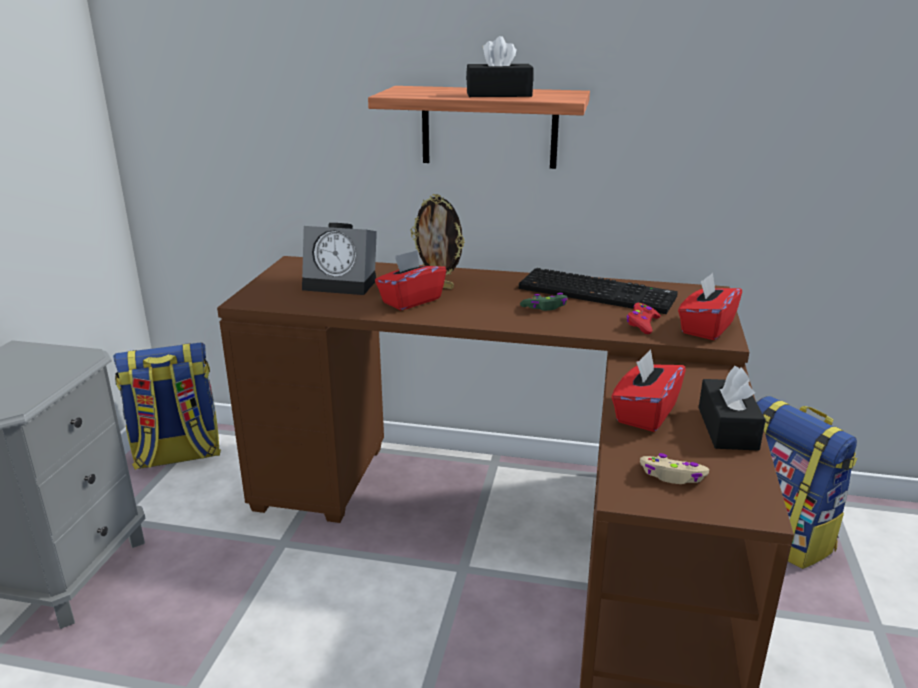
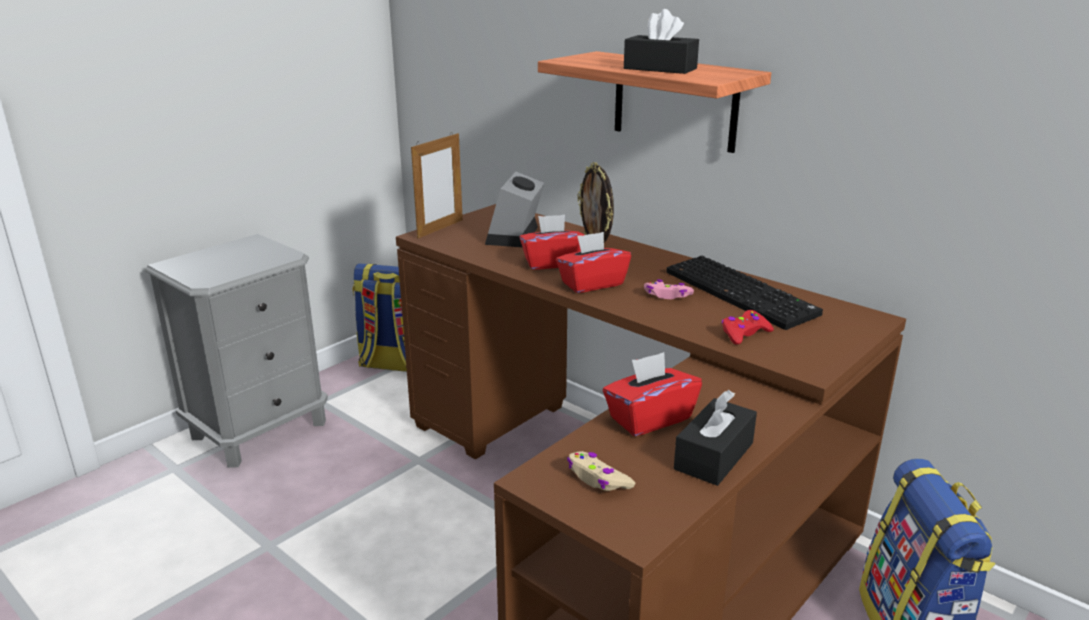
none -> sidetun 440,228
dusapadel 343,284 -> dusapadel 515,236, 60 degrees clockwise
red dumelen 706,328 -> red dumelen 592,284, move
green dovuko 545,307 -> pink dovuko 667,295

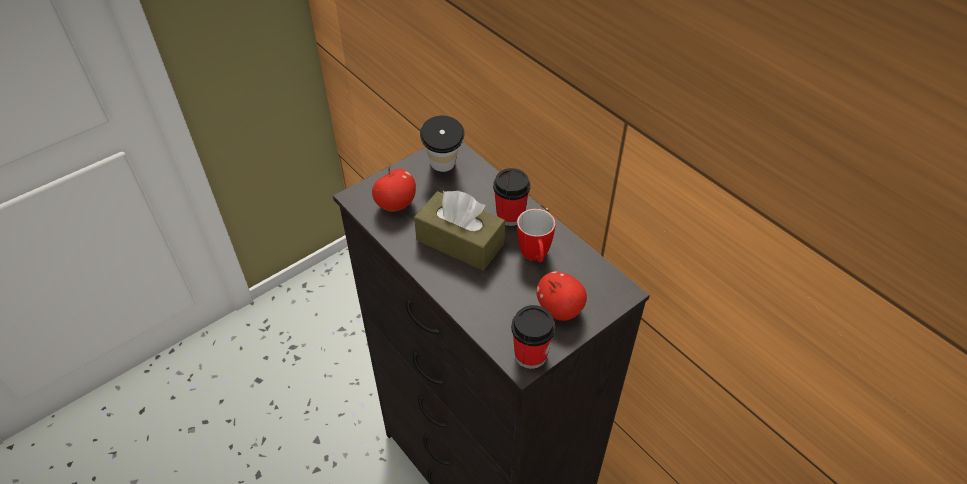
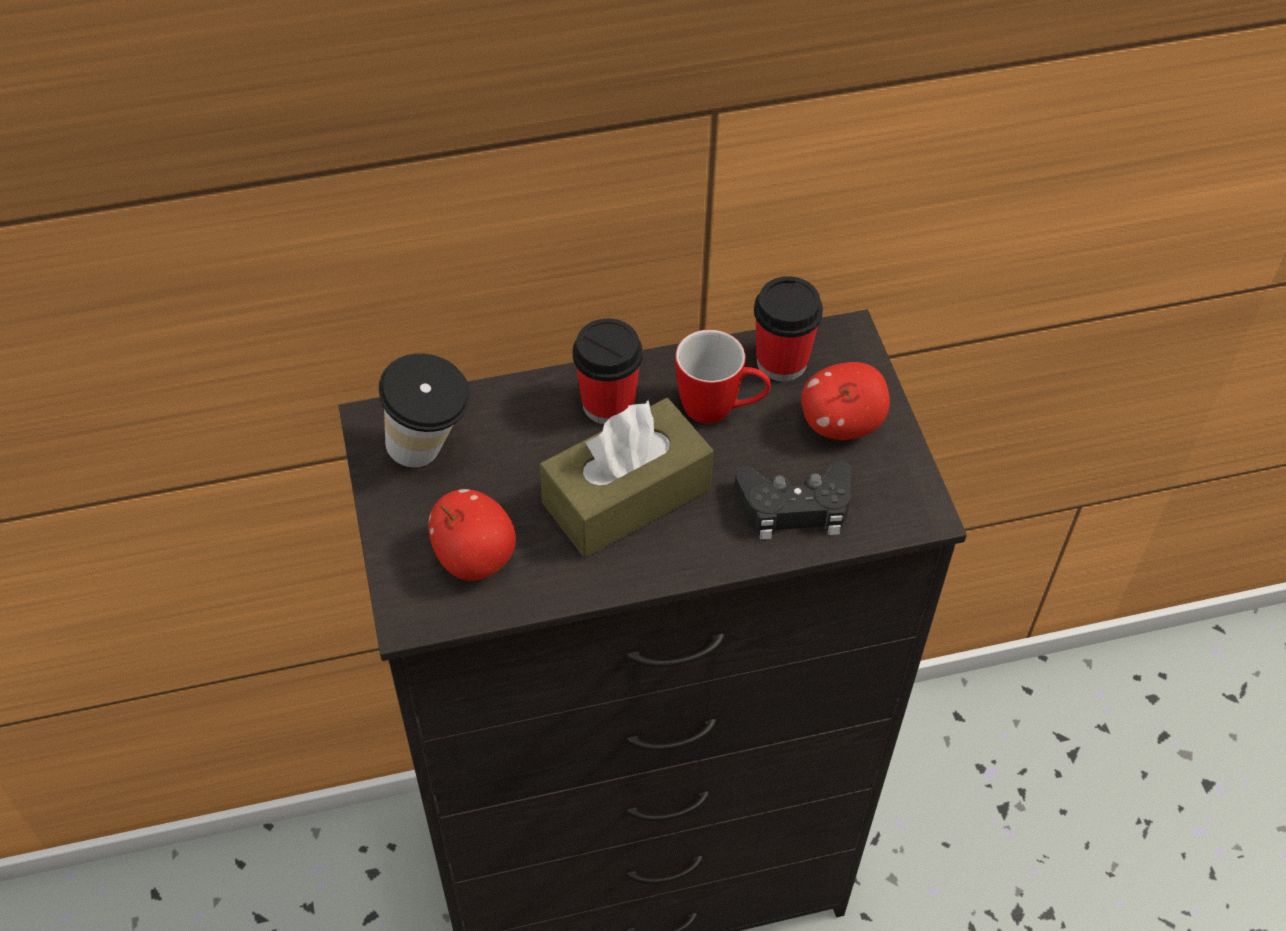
none -> black dovuko 795,507
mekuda 530,355 -> mekuda 781,361, move

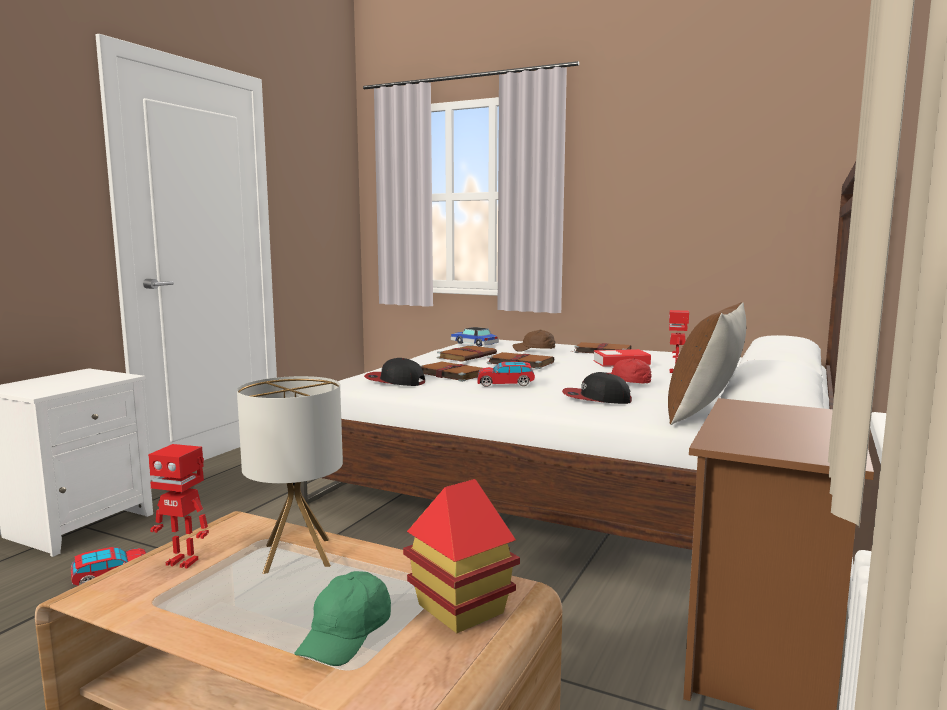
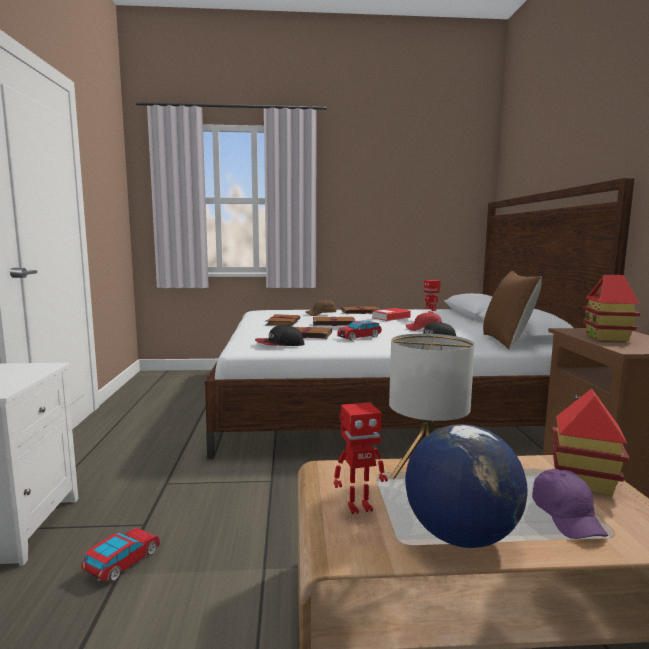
none -> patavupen 460,536
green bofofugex 346,635 -> purple bofofugex 567,517
none -> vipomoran 607,337
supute 474,343 -> none

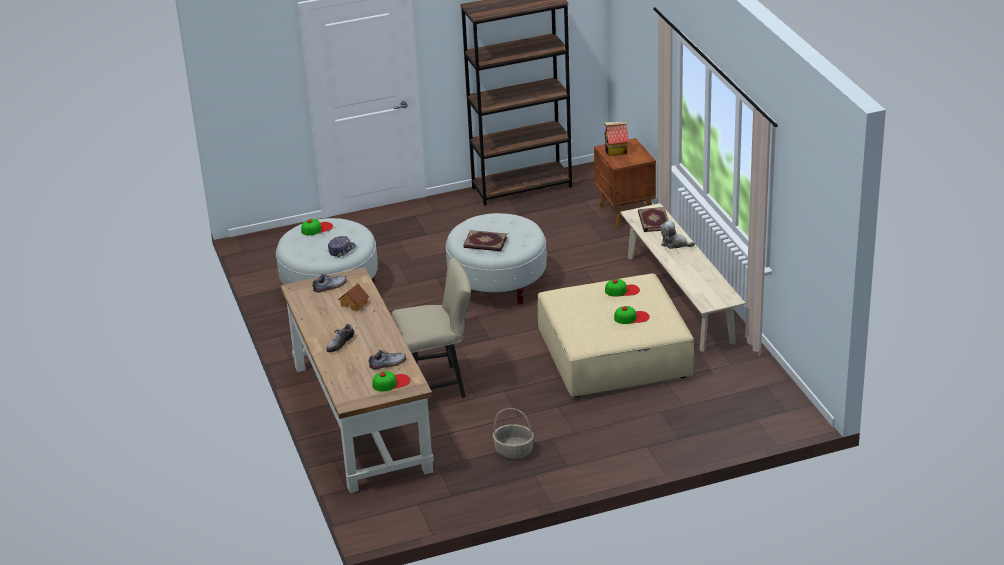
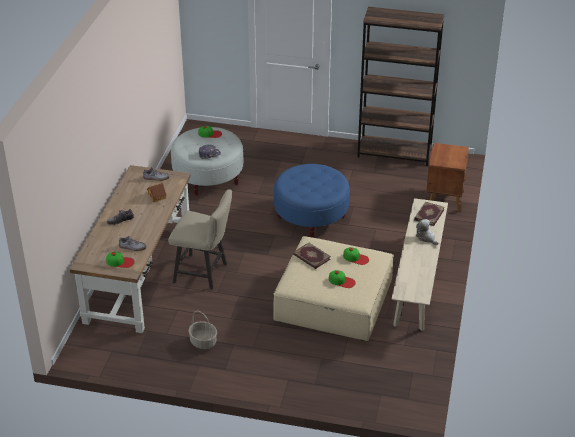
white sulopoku 498,283 -> blue sulopoku 311,217
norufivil 485,243 -> norufivil 311,257, move
vipomoran 616,151 -> none

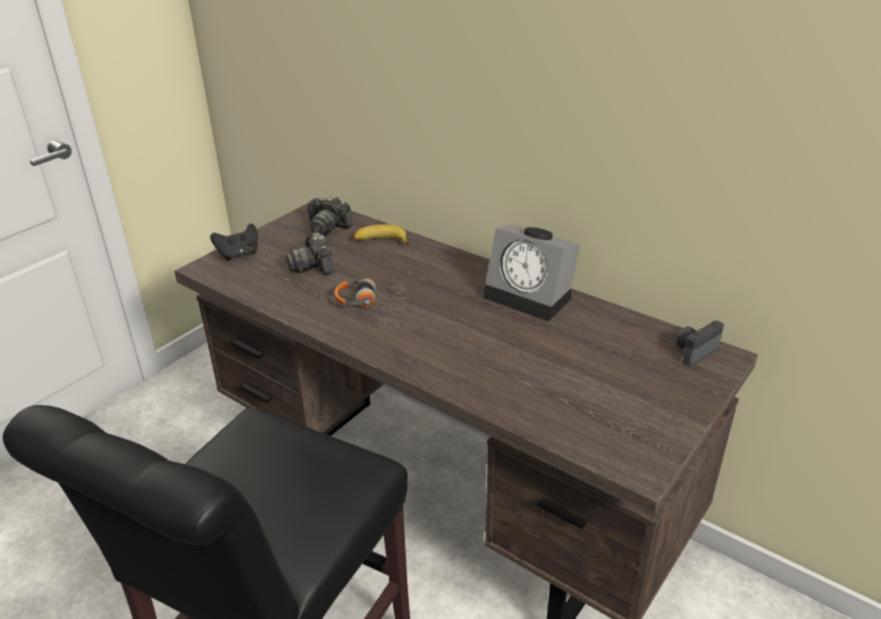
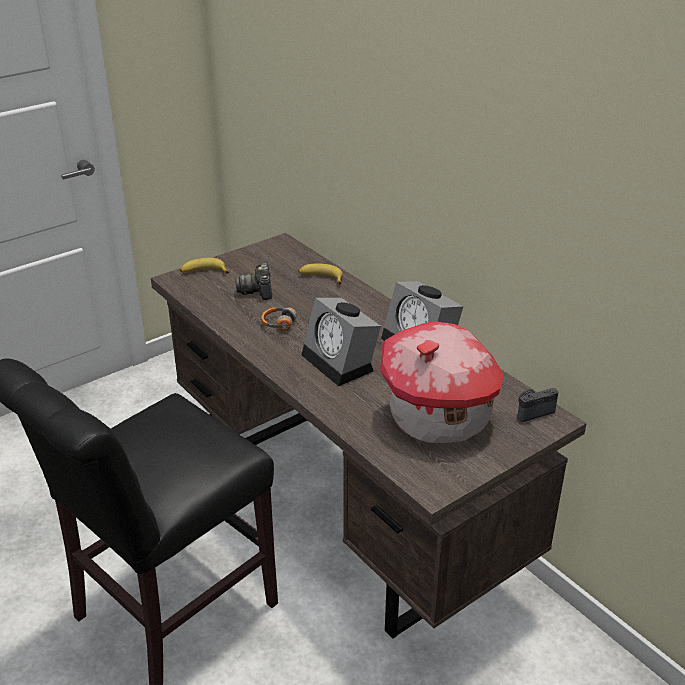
black dovuko 239,254 -> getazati 204,272
none -> dusapadel 341,363
none -> vipomoran 439,418
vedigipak 327,227 -> none

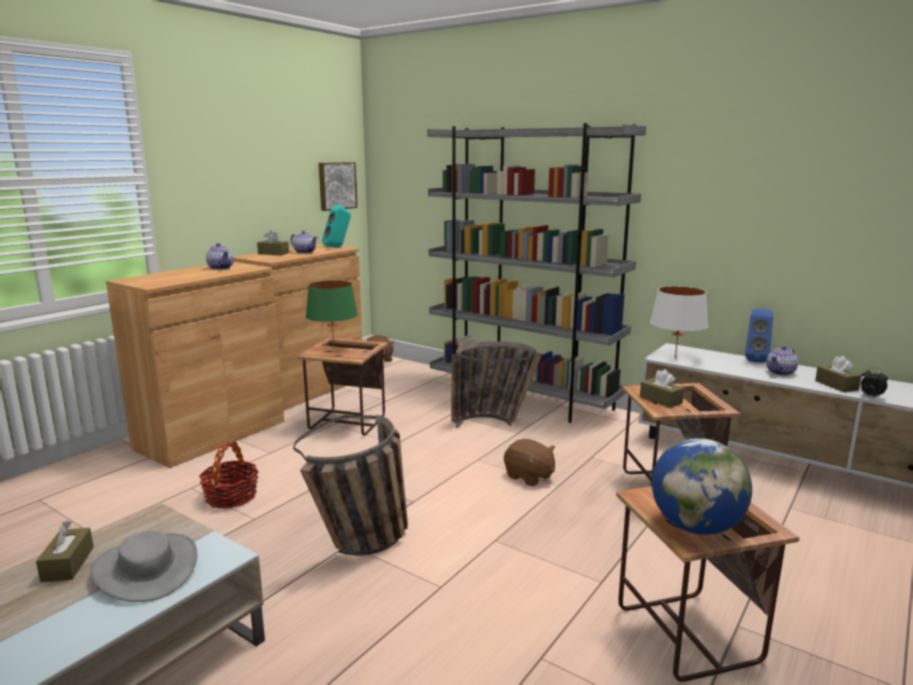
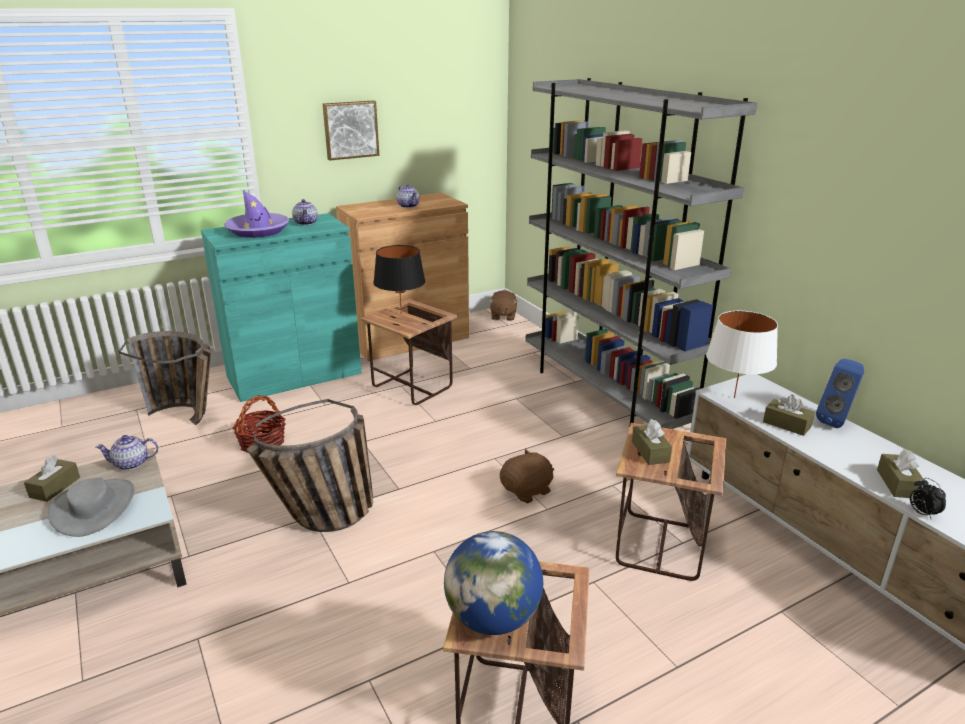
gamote 781,372 -> gamote 131,464, move
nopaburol 494,423 -> nopaburol 189,418, move
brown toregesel 211,435 -> turquoise toregesel 294,375
none -> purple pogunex 258,231
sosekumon 336,186 -> sosekumon 350,129, move
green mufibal 333,348 -> black mufibal 401,313
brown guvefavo 529,477 -> brown guvefavo 527,491, 105 degrees counterclockwise
brown dumelen 273,253 -> brown dumelen 786,424, move
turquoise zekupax 338,247 -> none

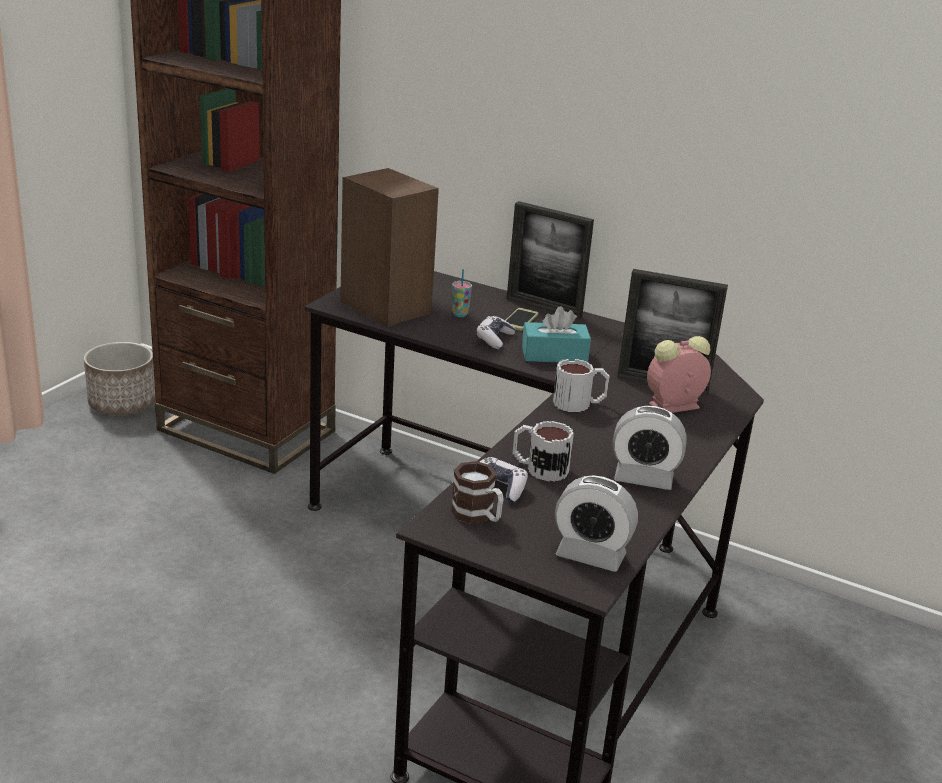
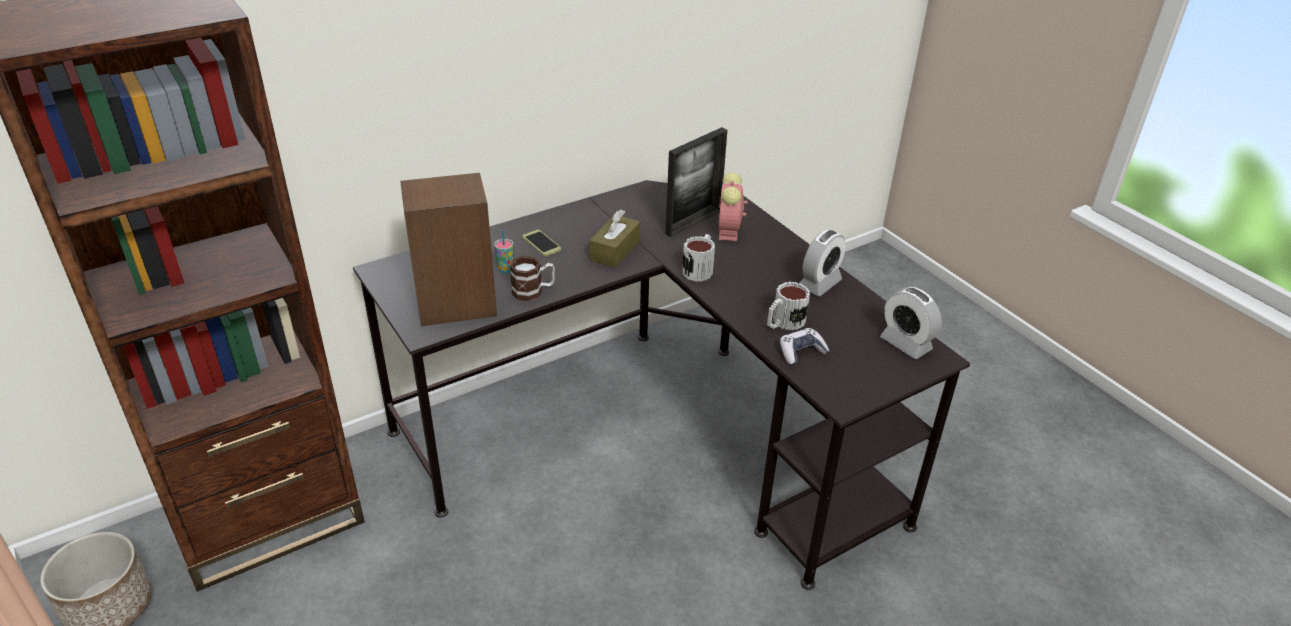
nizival 478,516 -> nizival 533,291, move
turquoise dumelen 554,355 -> brown dumelen 615,250
dusapadel 590,555 -> dusapadel 905,344, 90 degrees clockwise
dovuko 494,339 -> none
sidetun 544,307 -> none

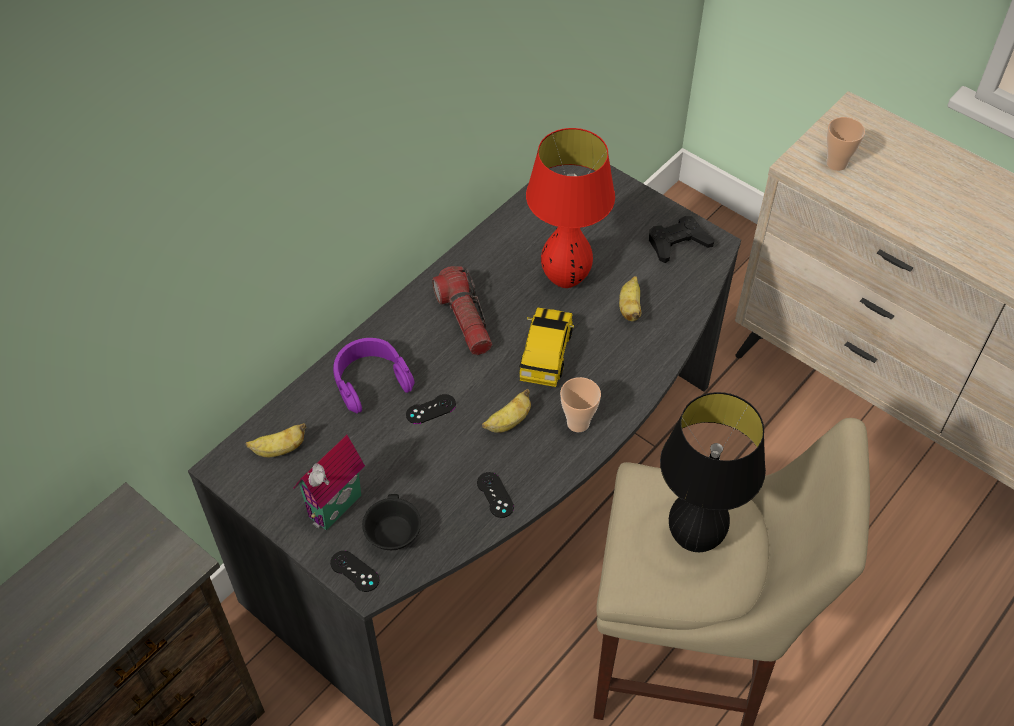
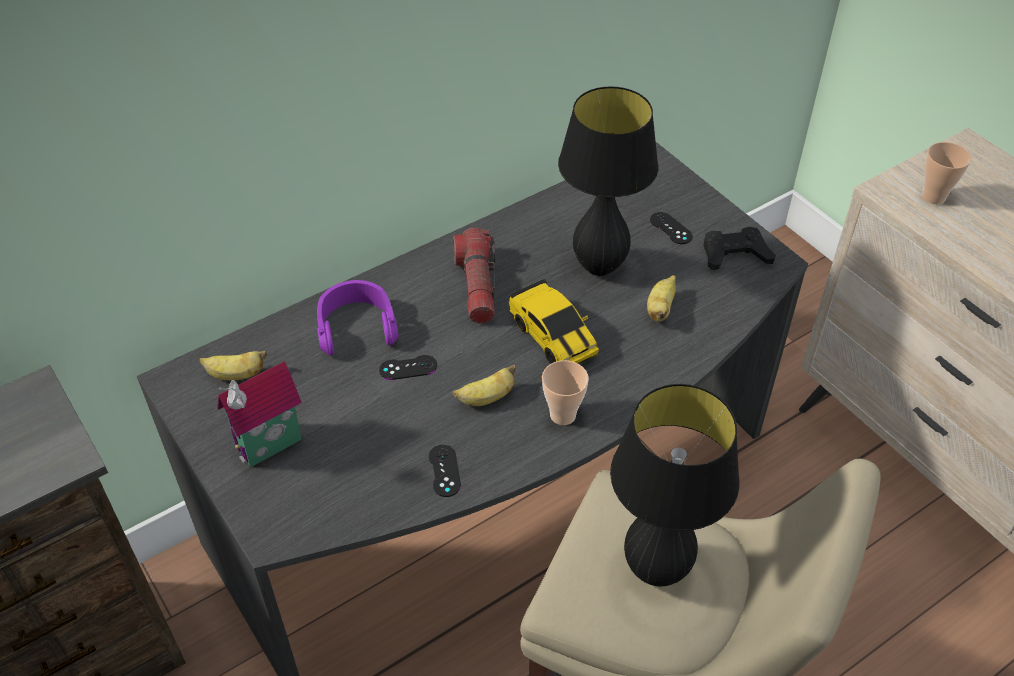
supute 546,353 -> supute 552,336, 120 degrees clockwise
red mufibal 565,279 -> black mufibal 599,267
black dovuko 354,571 -> black dovuko 671,228, move
black mekuda 391,533 -> none

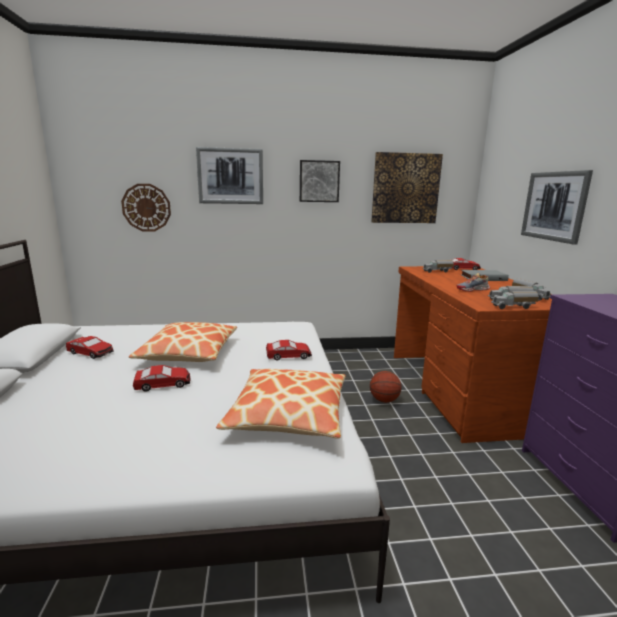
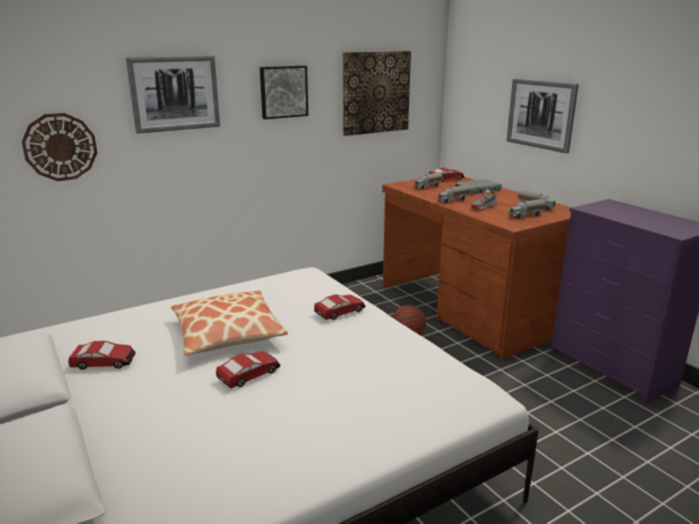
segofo 513,307 -> segofo 453,200, move
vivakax 288,414 -> none

